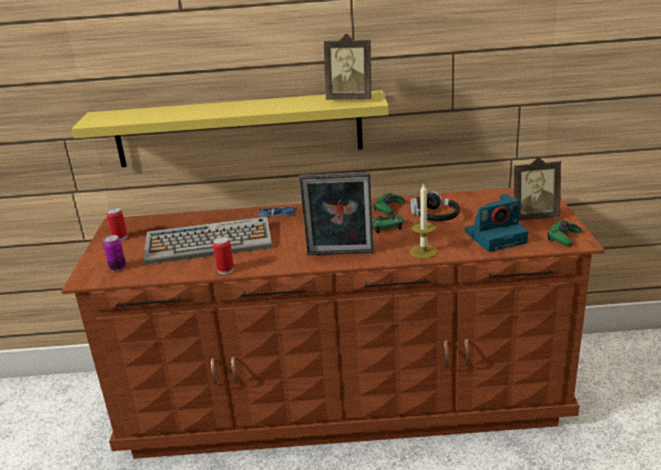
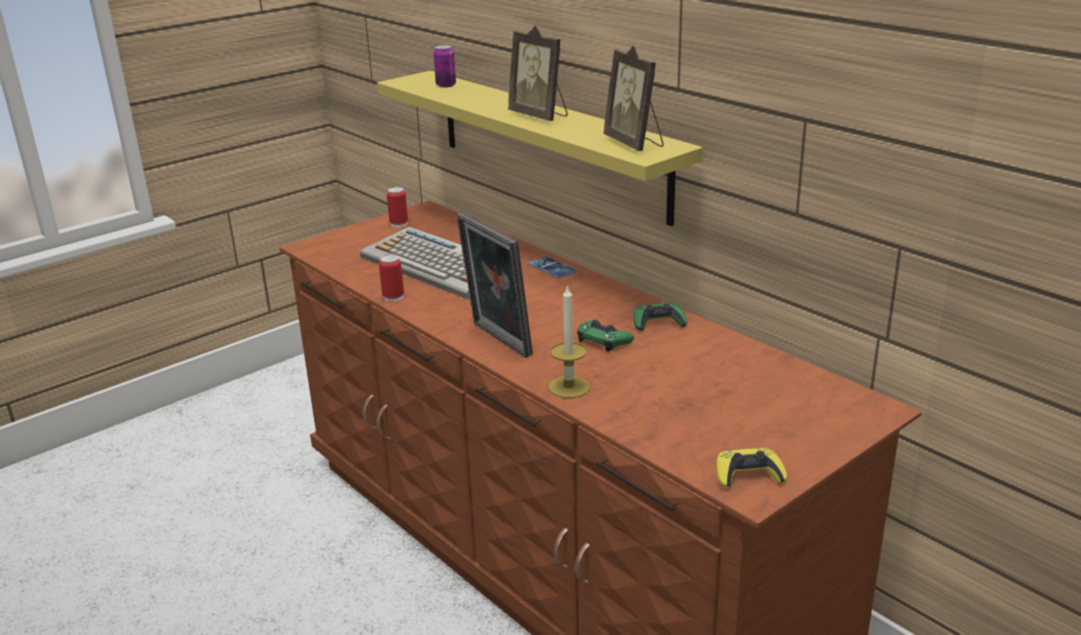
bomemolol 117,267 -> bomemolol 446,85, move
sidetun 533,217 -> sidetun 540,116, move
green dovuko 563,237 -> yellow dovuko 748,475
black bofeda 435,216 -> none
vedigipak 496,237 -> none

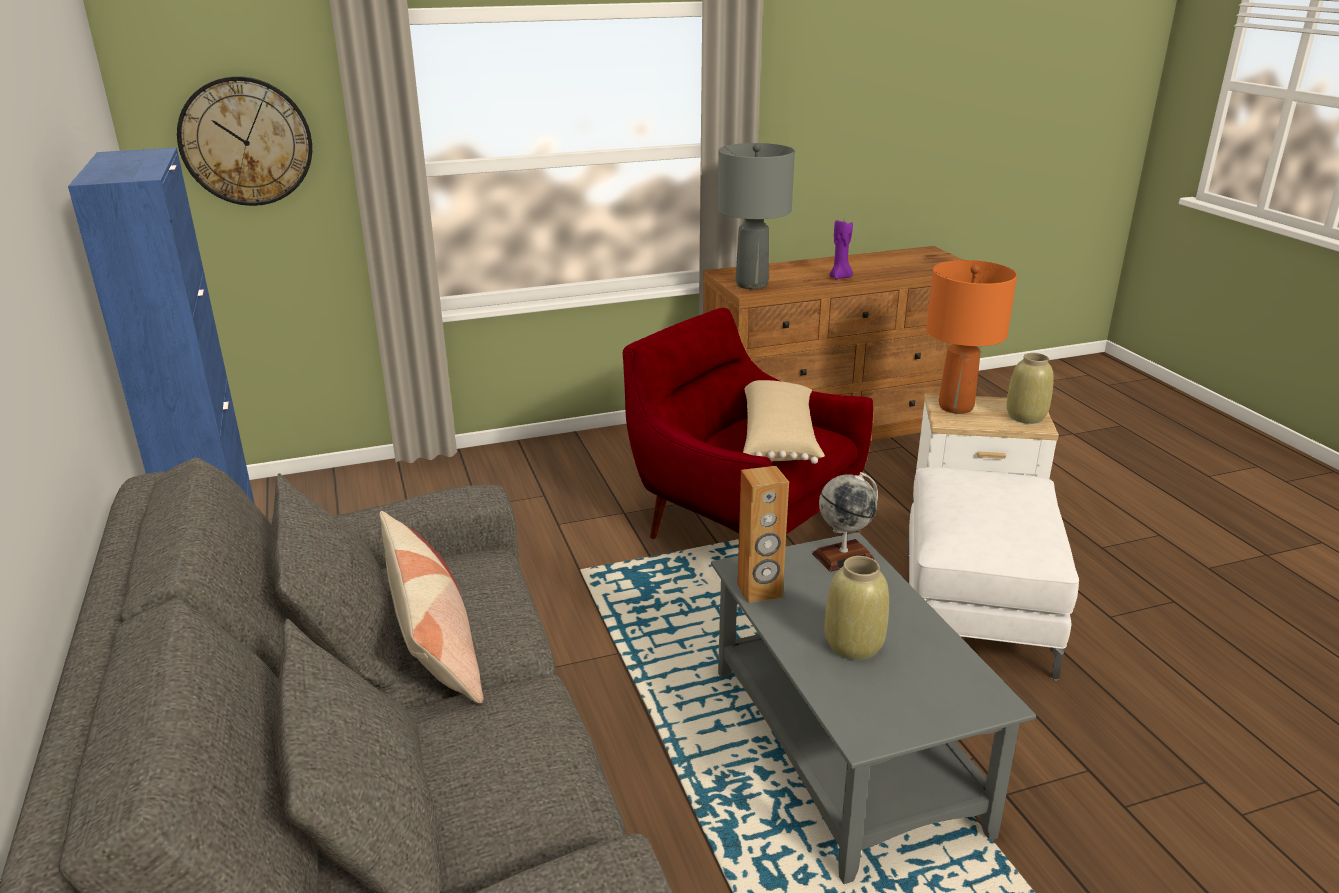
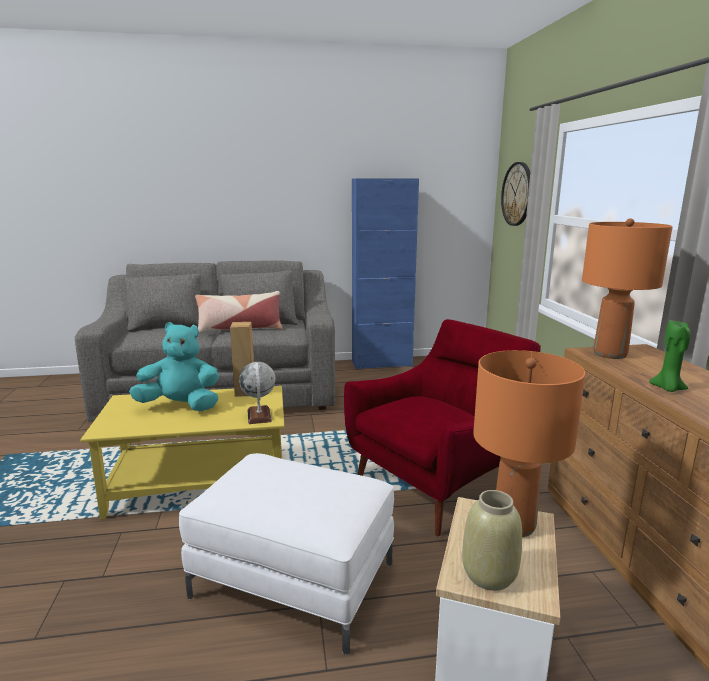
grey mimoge 841,747 -> yellow mimoge 201,484
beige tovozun 852,645 -> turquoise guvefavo 181,406
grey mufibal 751,284 -> orange mufibal 609,354
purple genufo 840,277 -> green genufo 667,389
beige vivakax 780,440 -> none

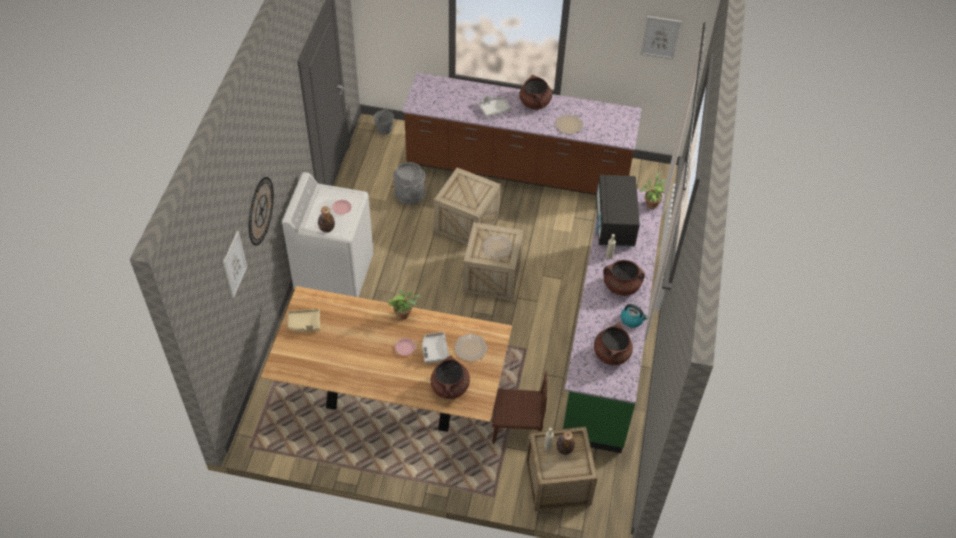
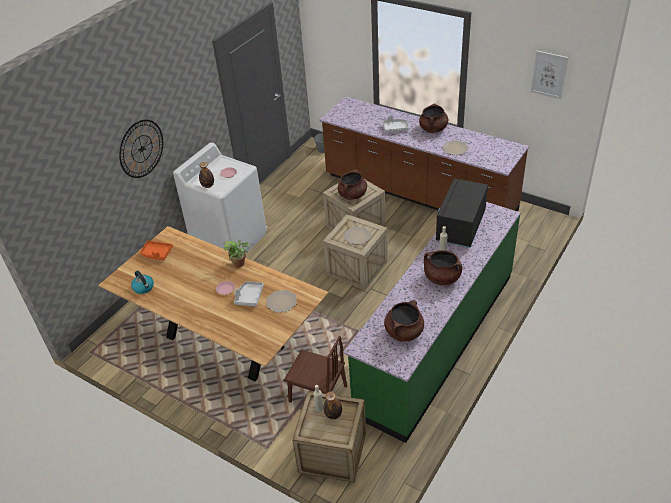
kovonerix 632,319 -> kovonerix 144,288, move
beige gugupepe 304,323 -> orange gugupepe 156,253
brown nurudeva 450,387 -> brown nurudeva 352,195, move
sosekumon 234,264 -> none
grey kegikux 410,195 -> none
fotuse 651,203 -> none

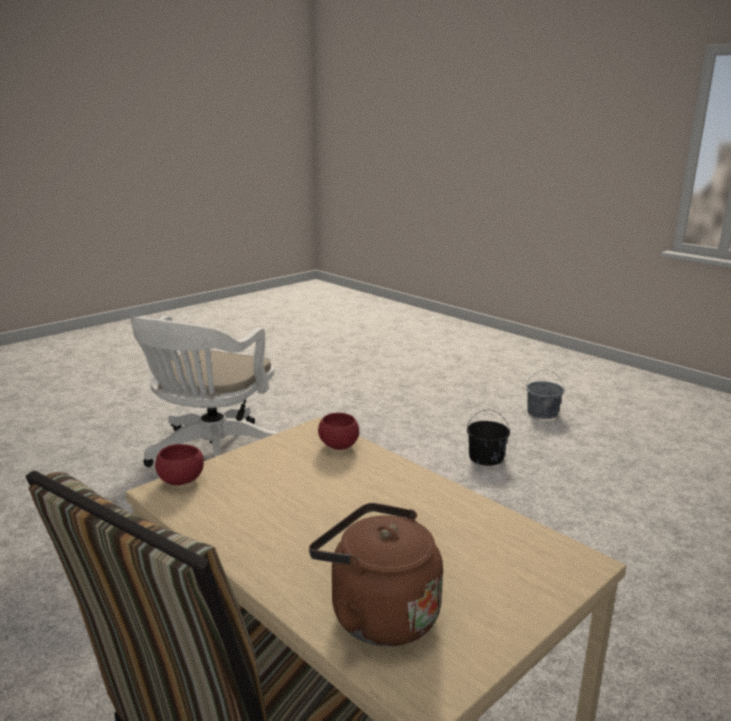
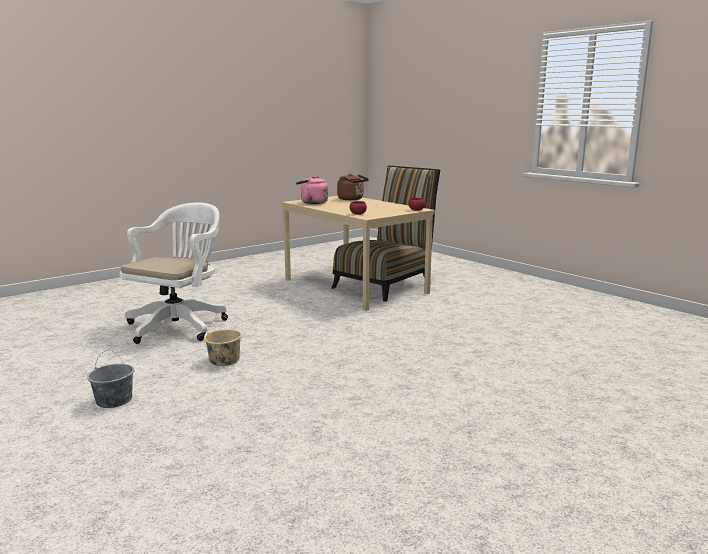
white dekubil 210,454 -> white dekubil 180,325, move
black kegikux 486,458 -> beige kegikux 224,360
none -> pink kovonerix 312,203

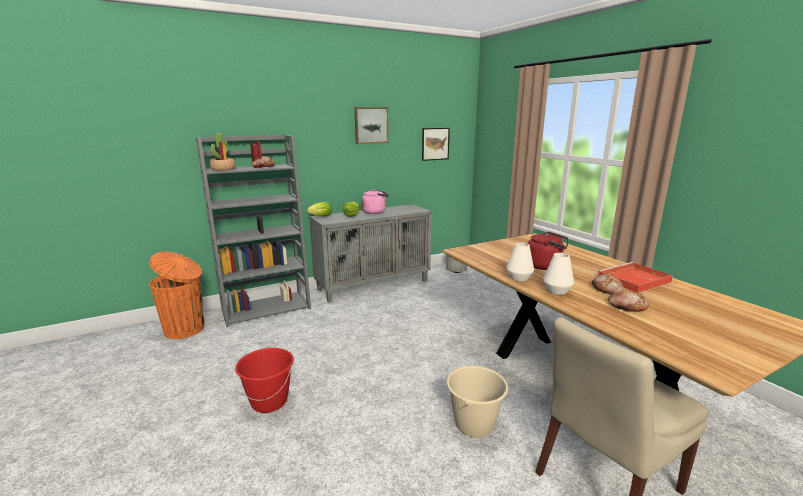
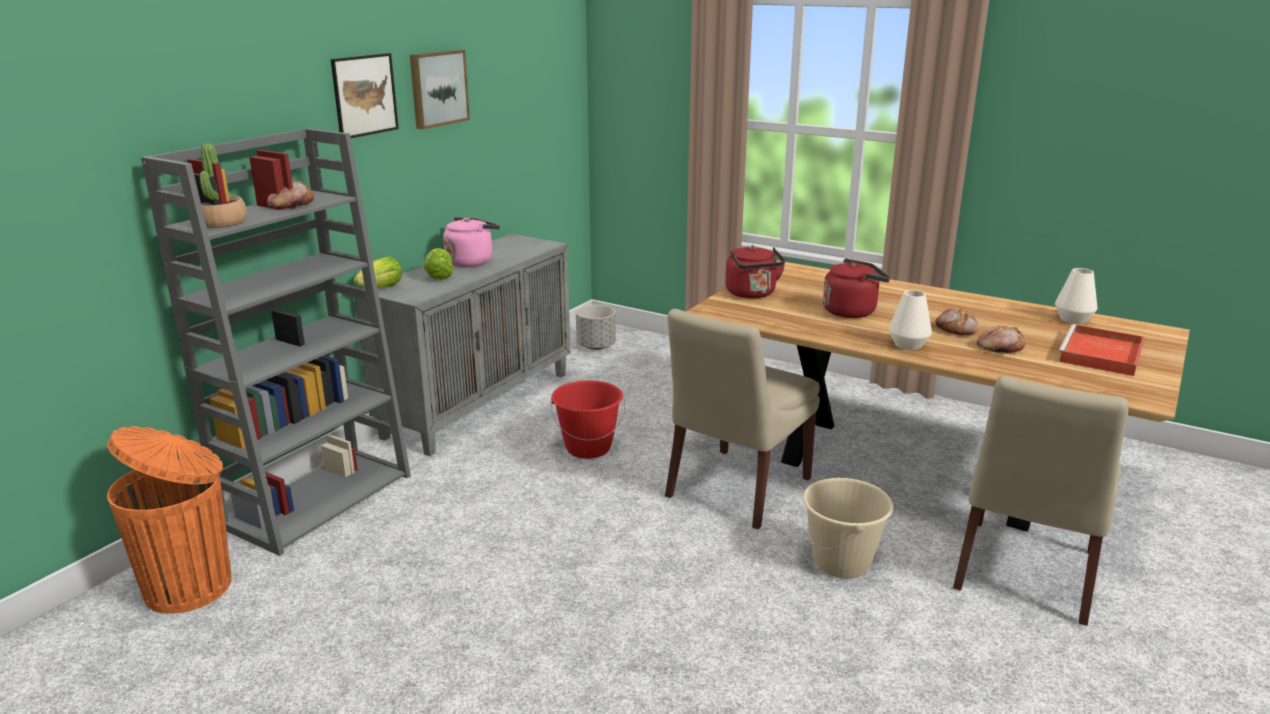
sosekumon 435,144 -> sosekumon 364,95, move
red kegikux 269,401 -> red kegikux 588,448, move
none -> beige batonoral 735,490
none -> red kovonerix 752,294
white tovozun 519,278 -> white tovozun 1073,319, move
red gugupepe 633,280 -> red gugupepe 1101,355, move

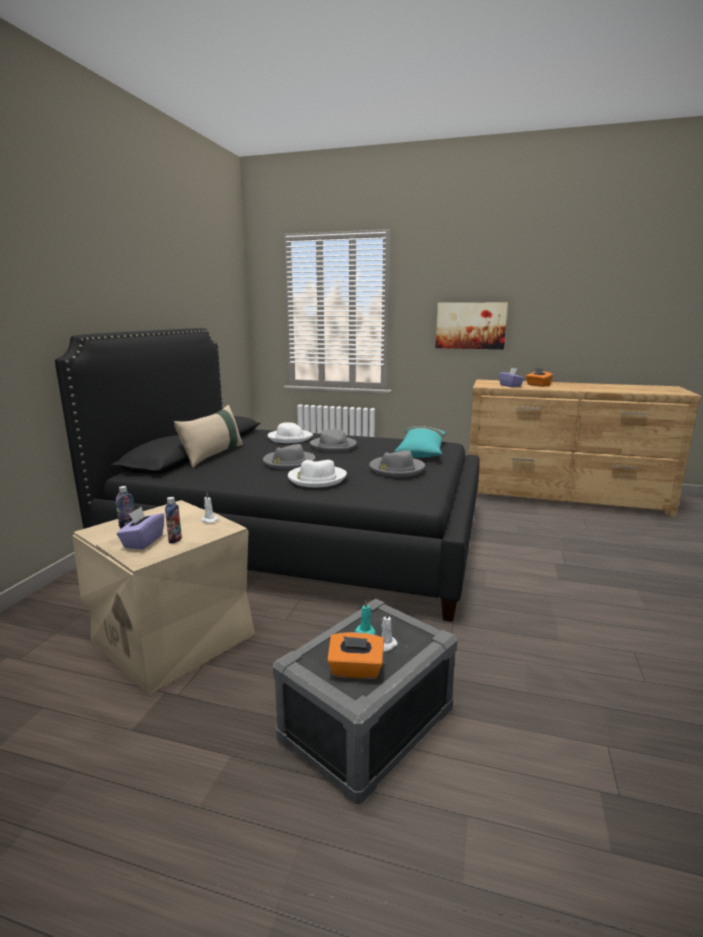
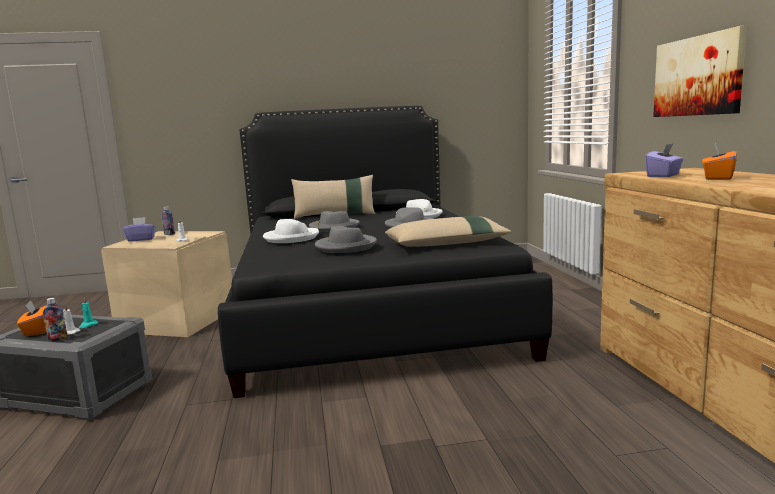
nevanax 175,540 -> nevanax 58,339, move
turquoise vivakax 421,450 -> beige vivakax 447,244

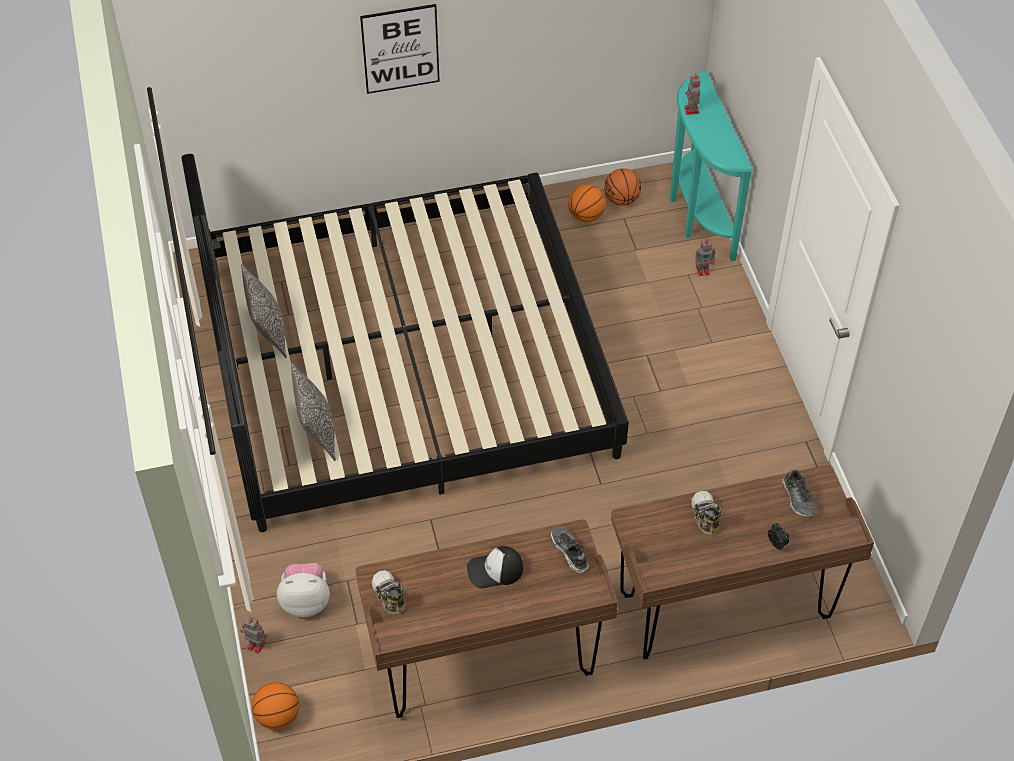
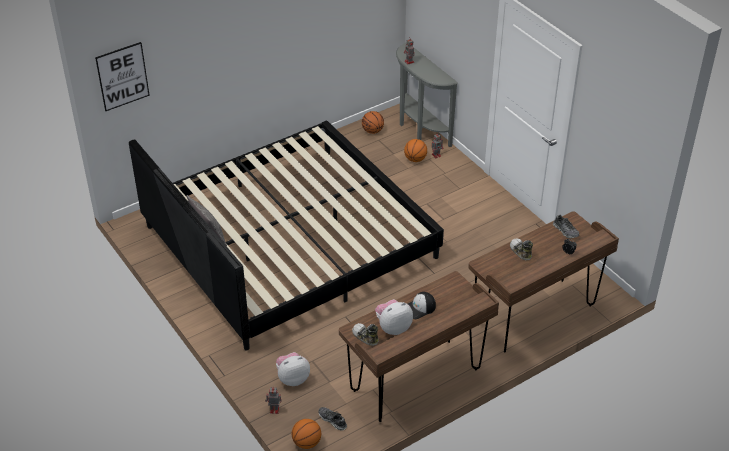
sosekumon 400,49 -> sosekumon 122,76, move
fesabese 569,551 -> fesabese 332,420, move
none -> guvefavo 393,327
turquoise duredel 697,215 -> grey duredel 419,129
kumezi 586,216 -> kumezi 415,159, move
vivakax 317,432 -> none

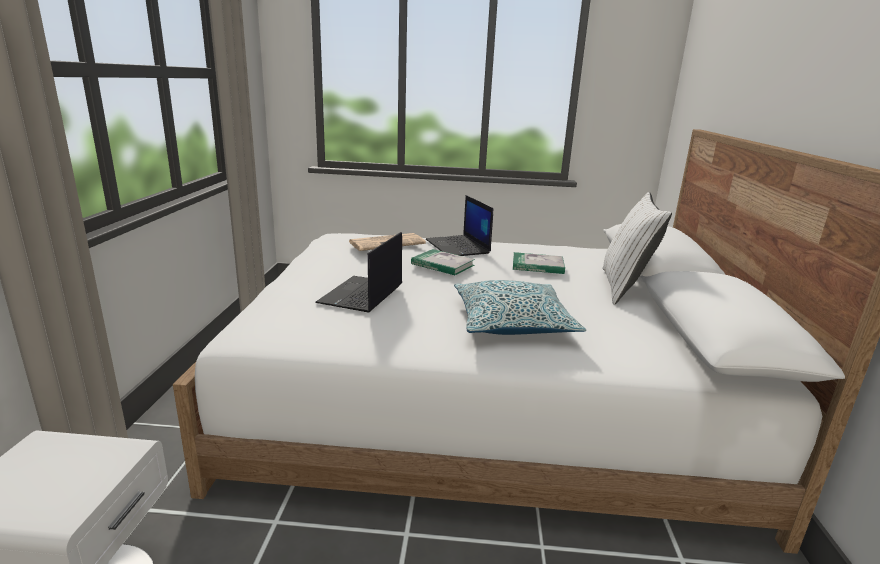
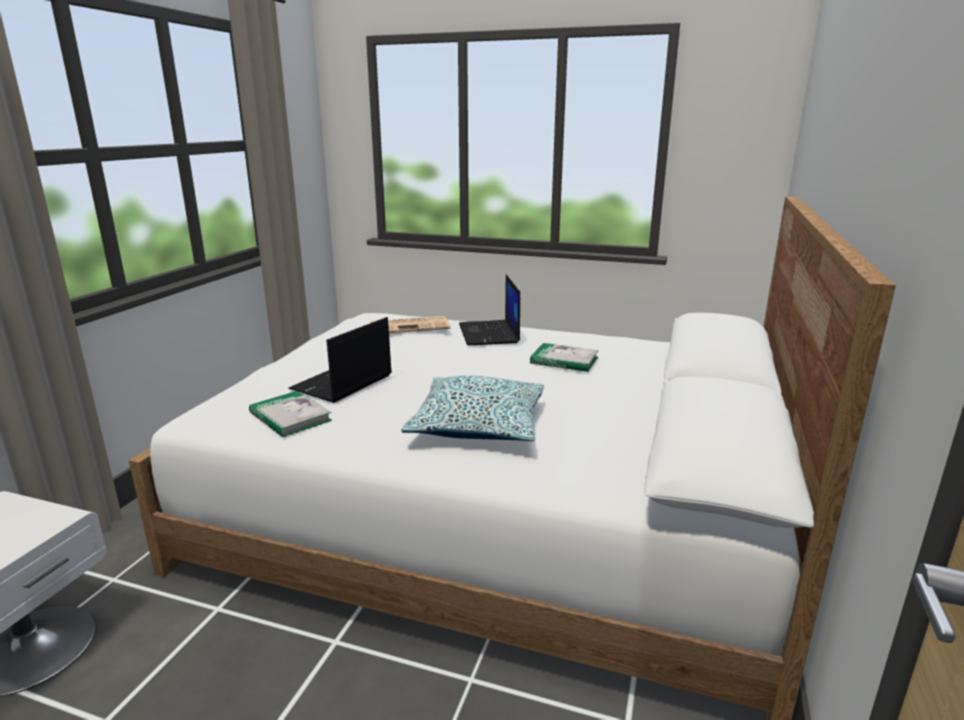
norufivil 442,264 -> norufivil 290,417, move
white vivakax 625,287 -> none

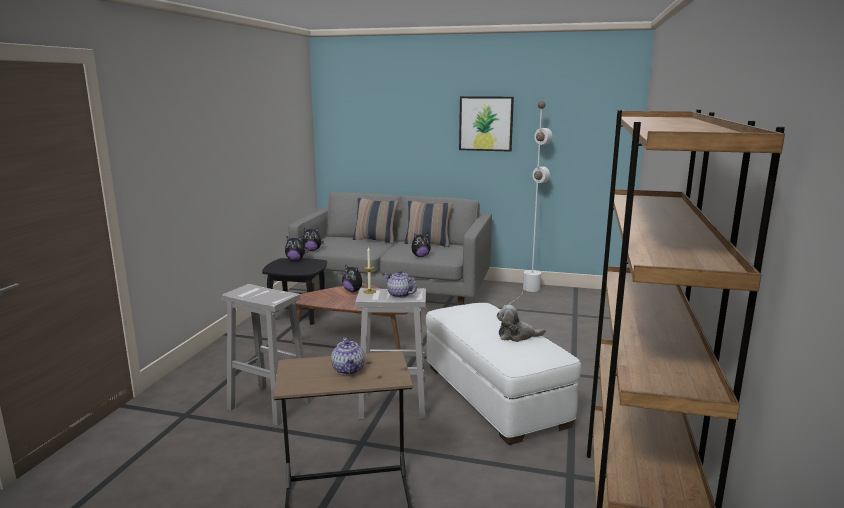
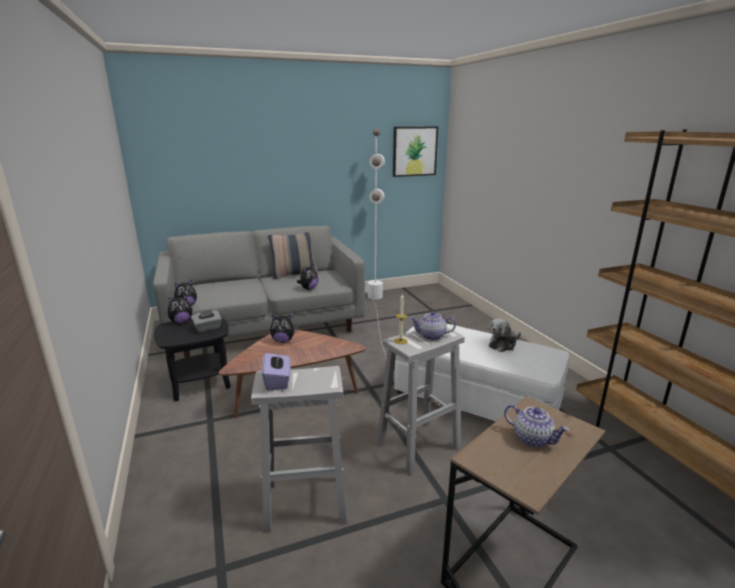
none -> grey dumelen 208,328
none -> purple dumelen 277,381
sosekumon 486,123 -> sosekumon 414,151, move
vivakax 375,240 -> none

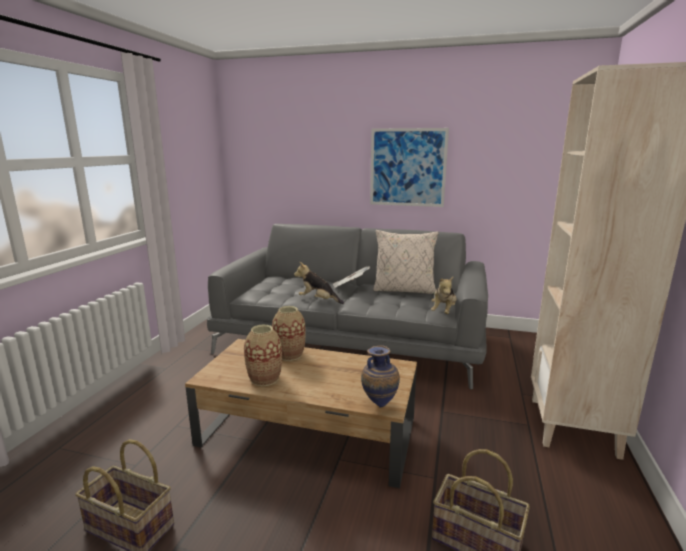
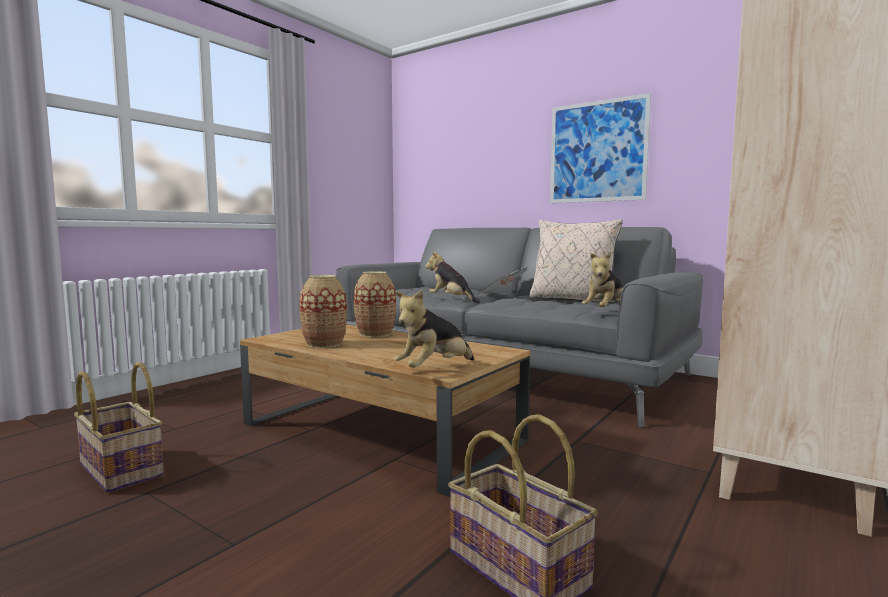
tovozun 379,404 -> guvefavo 434,369

